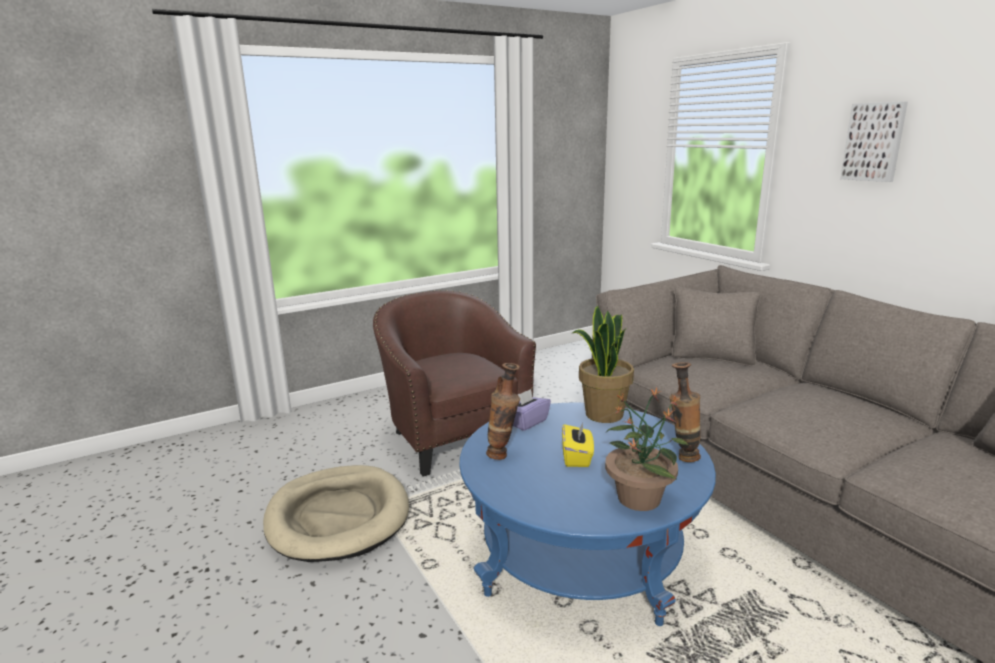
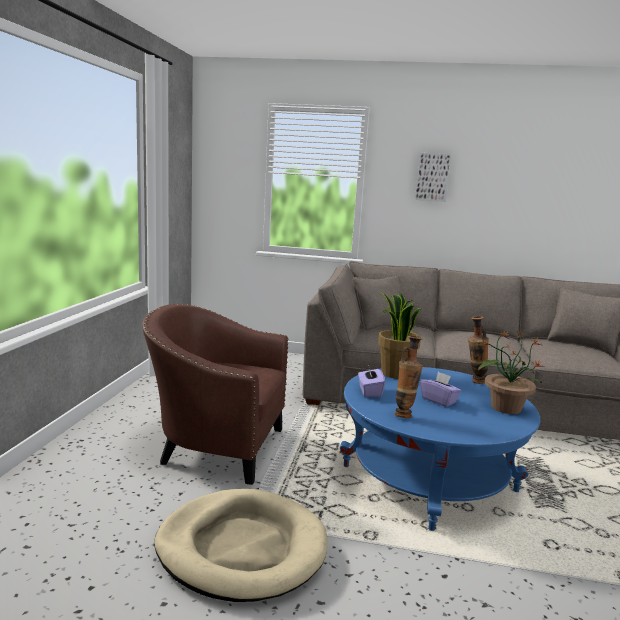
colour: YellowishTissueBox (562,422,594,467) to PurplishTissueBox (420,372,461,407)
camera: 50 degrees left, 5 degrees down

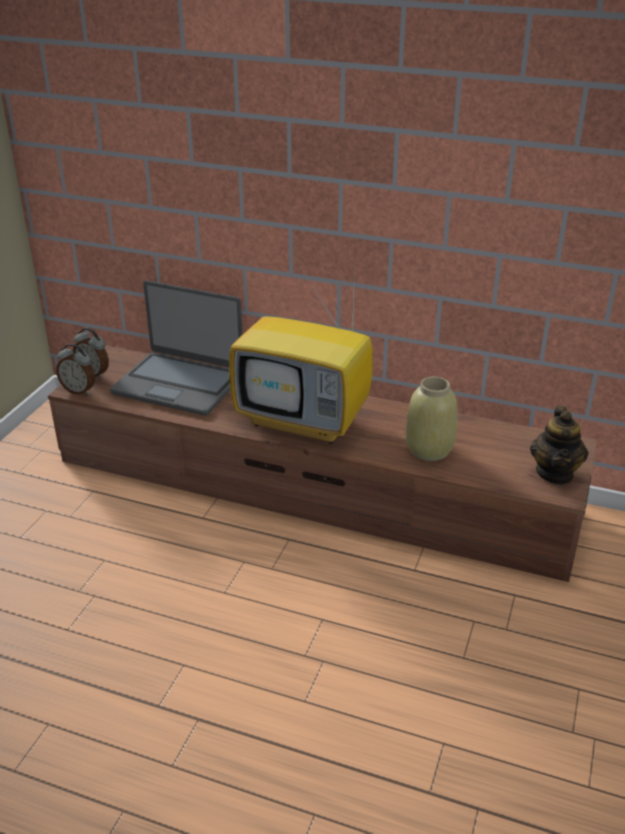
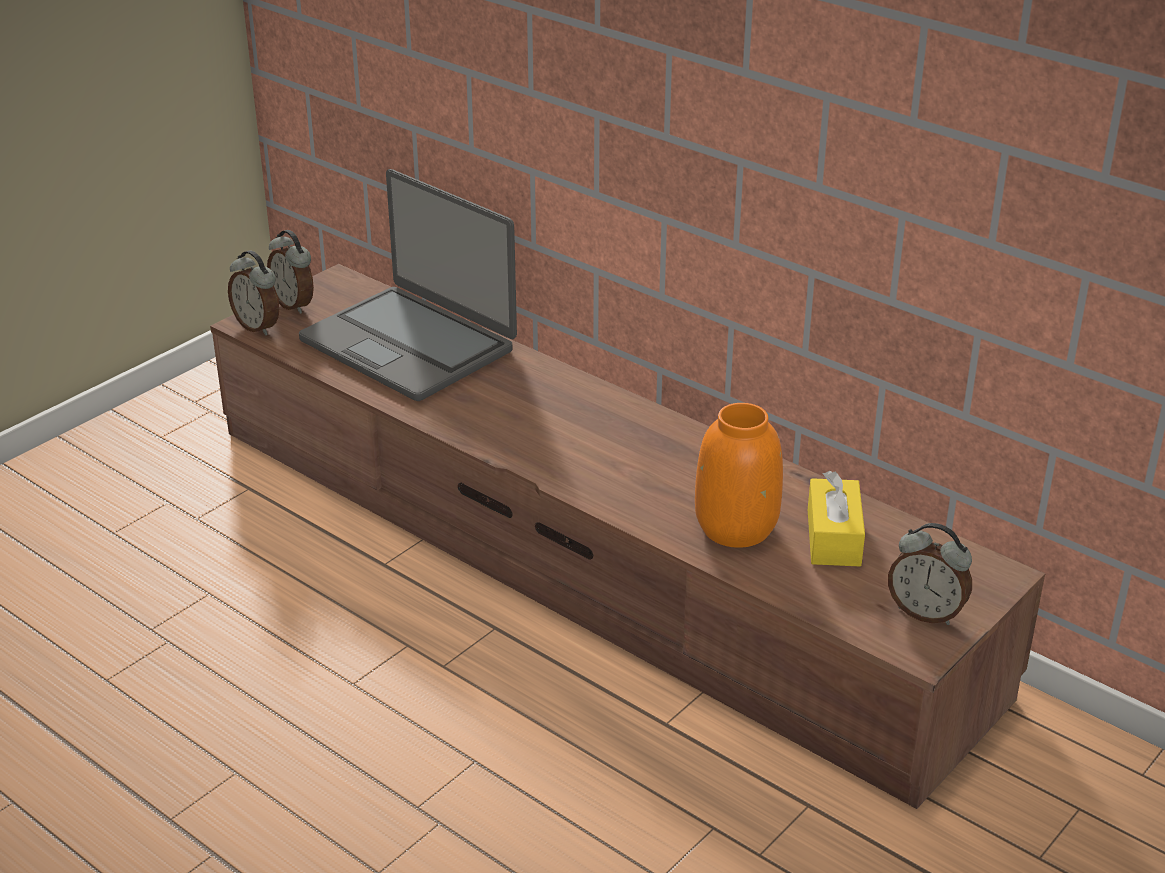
missing: Tv (229,261,373,444)
appeared: YellowishTissueBox (808,471,865,566)
exchanged: Teapot (530,406,588,484) to AlarmClock (888,523,972,625)
colour: BeigeDecorativeVase (406,377,458,461) to OrangeDecorativeVase (695,403,783,548)
camera: 20 degrees right, 0 degrees up

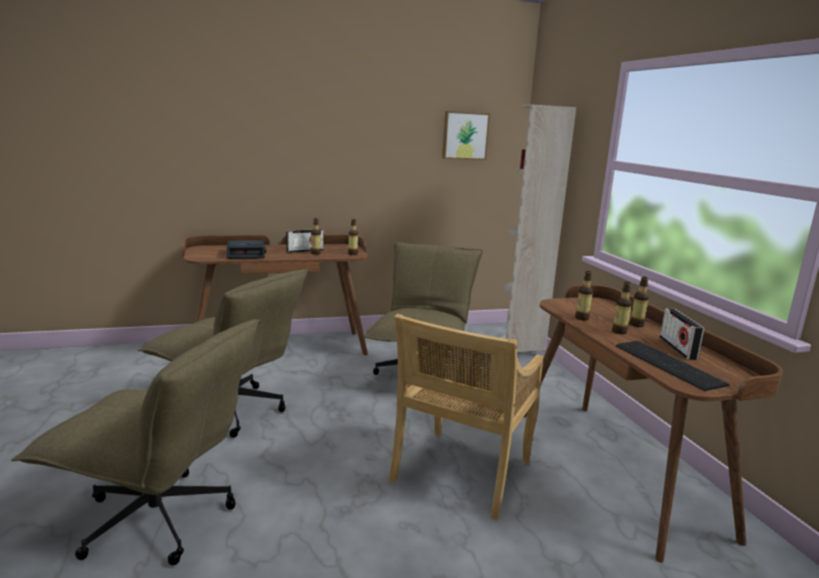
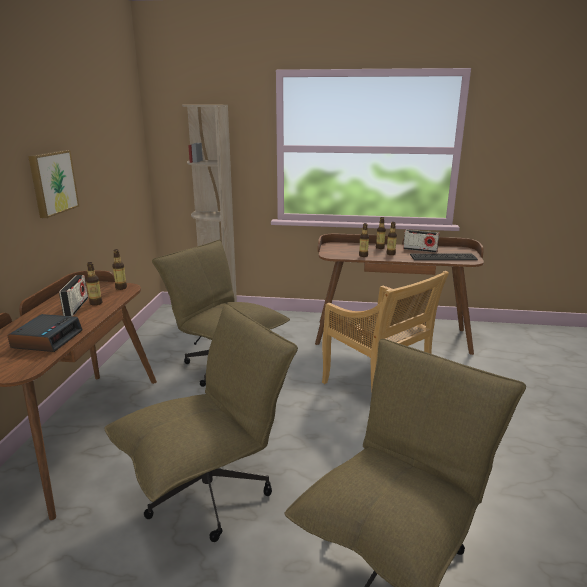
relocated: WallPicture (442,111,490,160) to (28,150,79,218)
camera: 65 degrees left, 5 degrees up

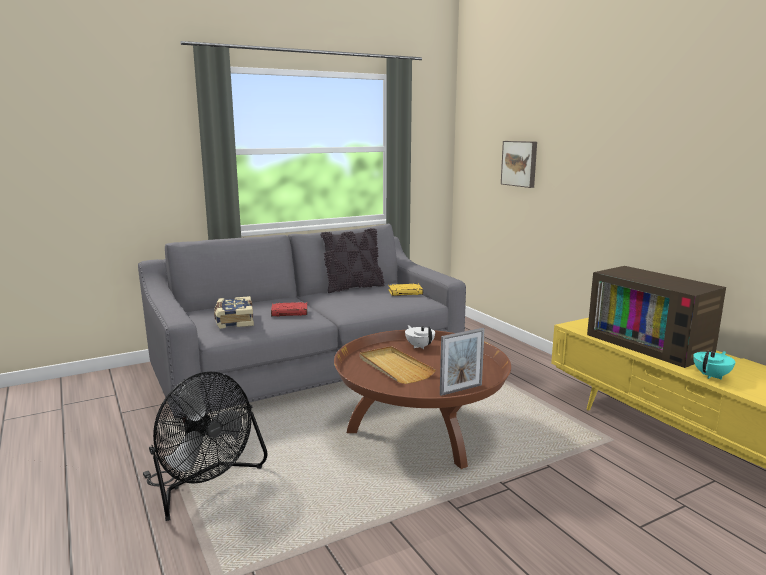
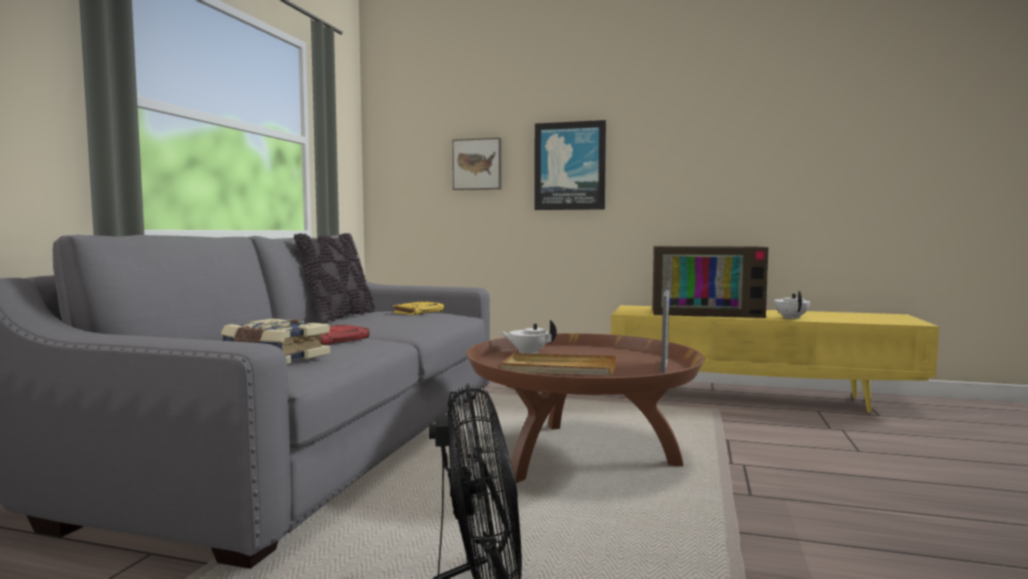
appeared: WallPicture (534,120,606,210)
colour: BlueGreenTeapot (693,351,735,380) to WhiteTeapot (774,291,810,319)
camera: 45 degrees left, 10 degrees down

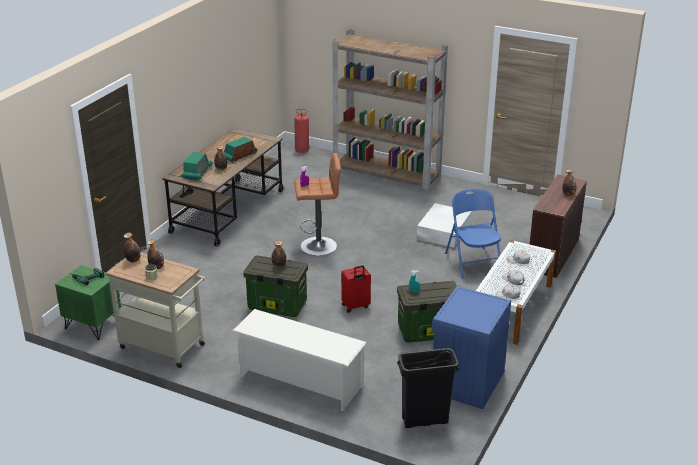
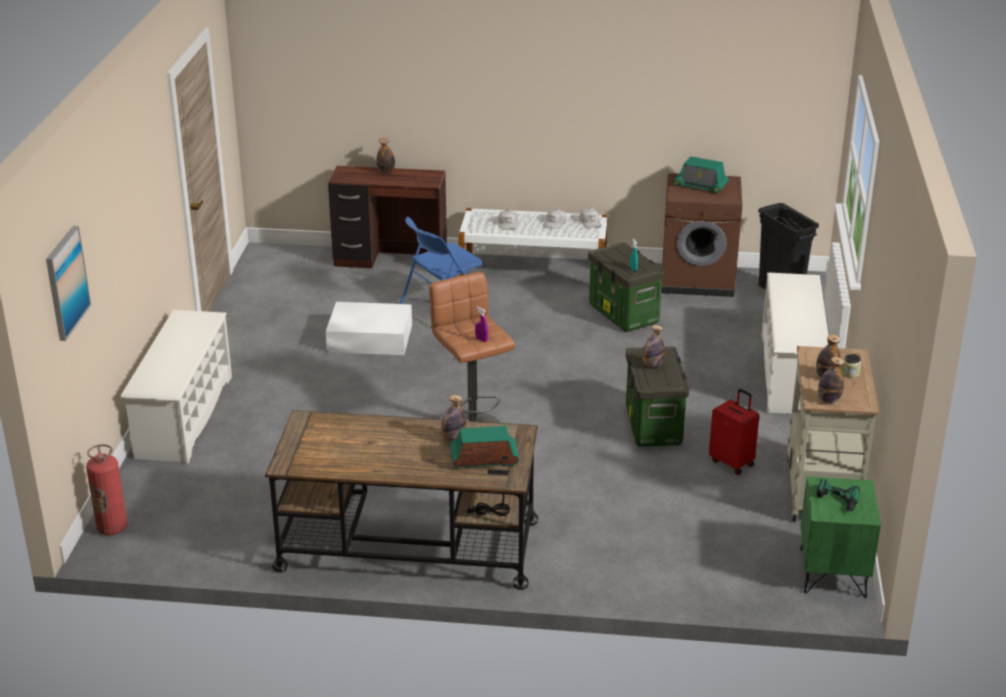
appeared: WallPicture (46,226,91,341)
relocated: RadioReceiver (223,137,257,163) to (674,156,729,194); RedColouredTravelCase (341,265,371,313) to (709,389,759,475)
exchanged: BrownishShelvingUnit (332,29,448,190) to WhiteShoeShelf (121,310,232,464)
colour: BlueLaundryMachine (432,286,511,409) to BrownishLaundryMachine (661,173,742,297)
camera: 110 degrees left, 0 degrees up

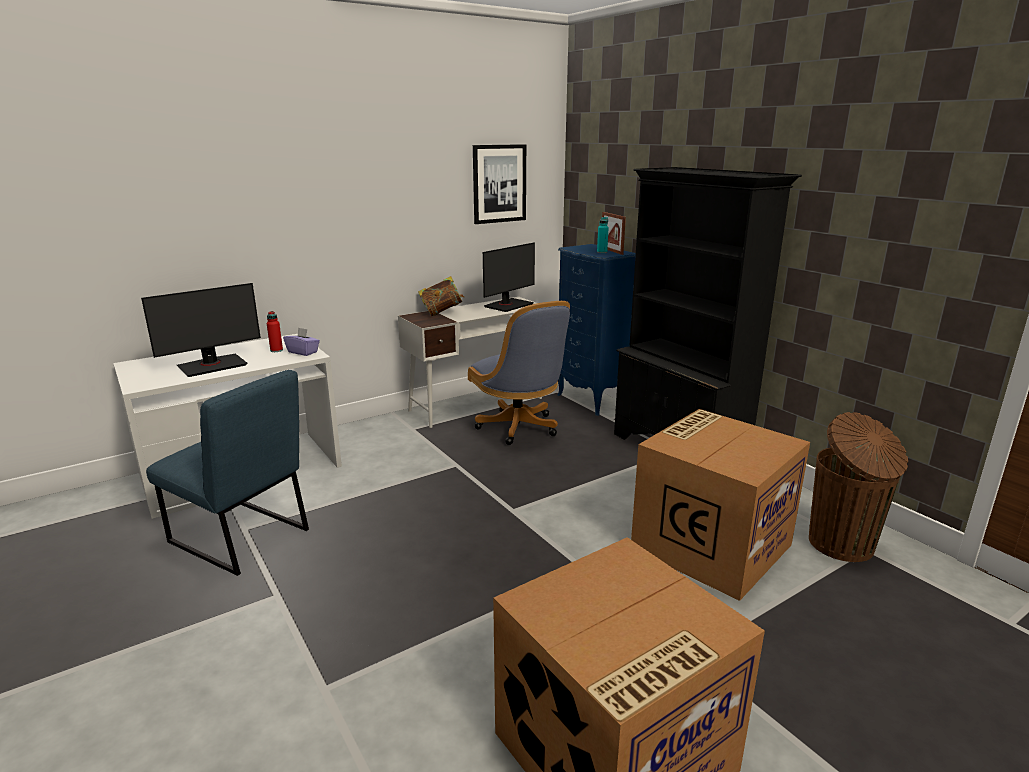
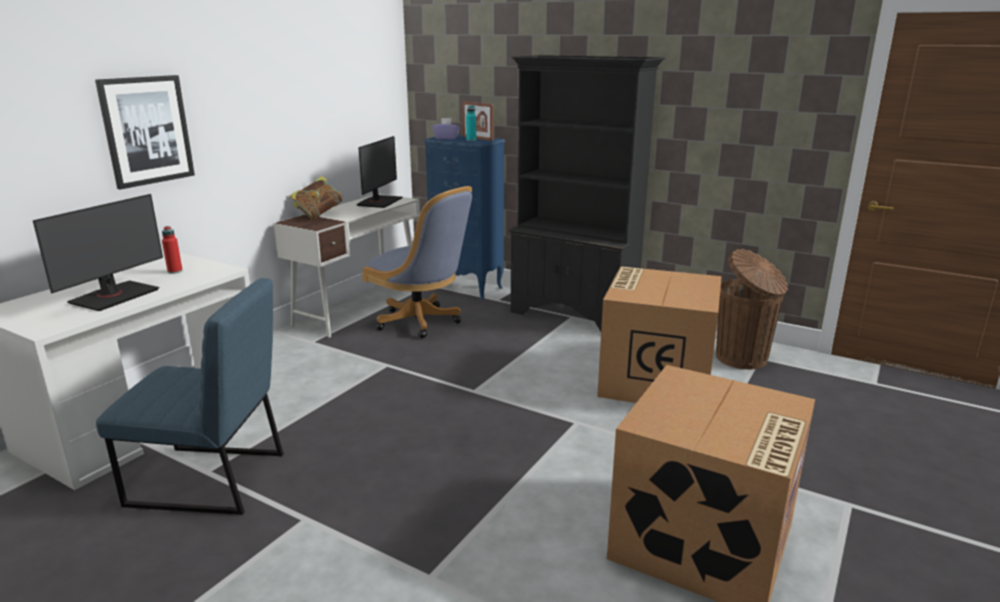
relocated: WallPicture (473,144,526,224) to (95,75,195,189); PurplishTissueBox (283,327,320,356) to (432,118,459,139)
camera: 25 degrees left, 0 degrees up

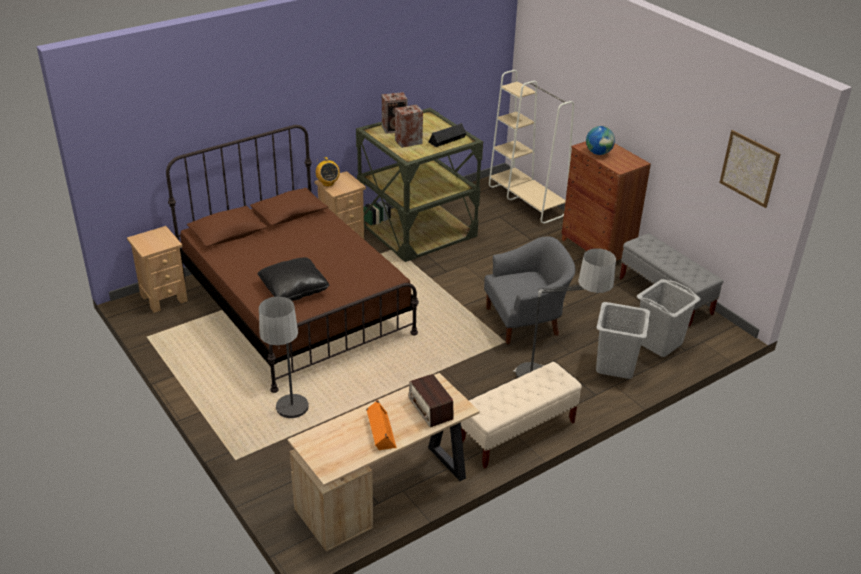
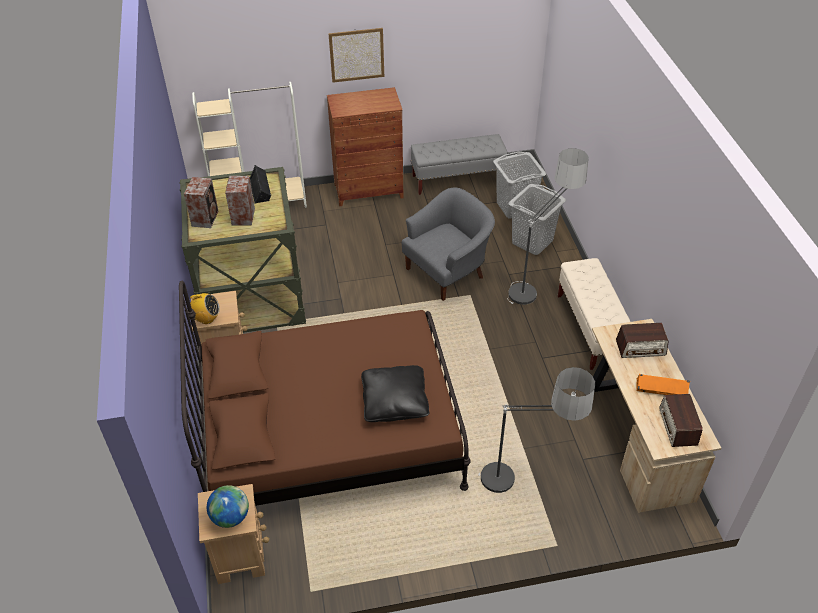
appeared: RadioReceiver (660,394,703,447)
relocated: Globe (586,126,615,155) to (207,485,249,528); WallPicture (719,130,781,208) to (328,28,384,83)
spun: GrayEasyChair (484,236,575,344) = (402,187,495,301) 45 degrees clockwise
camera: 65 degrees left, 10 degrees up

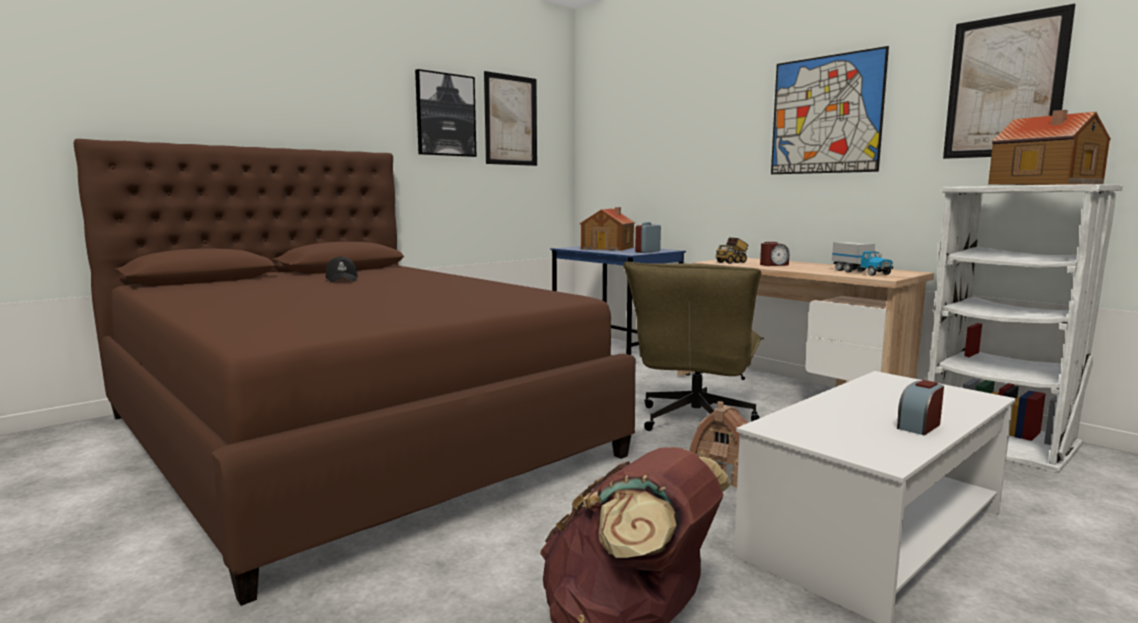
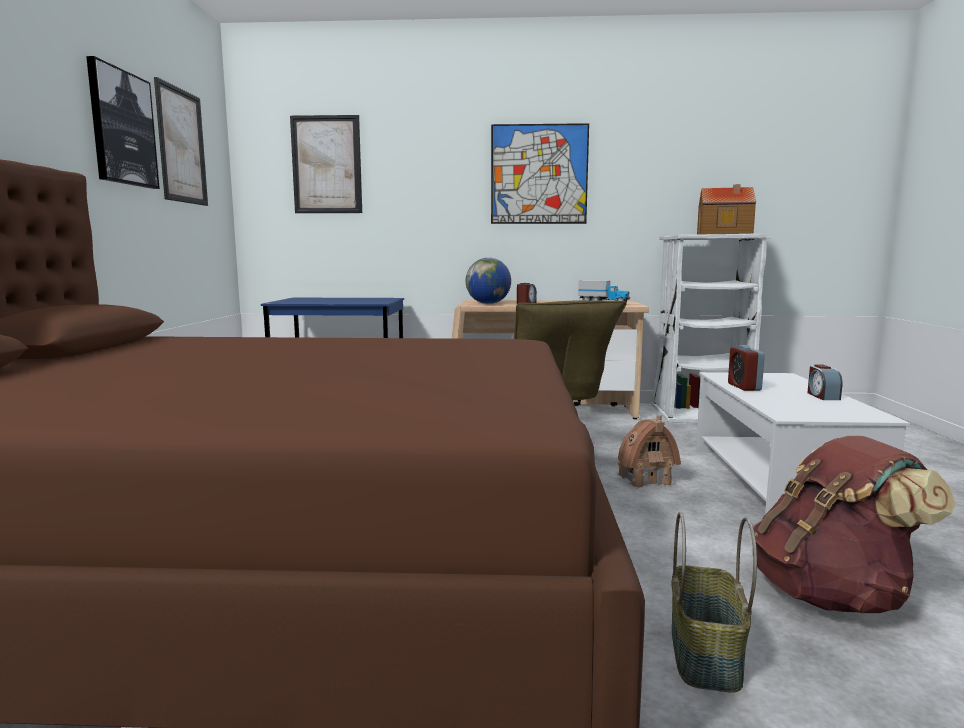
missing: ToyHouse (580,207,635,251); BlackCap (325,256,358,283)
appeared: StorageBasket (671,512,757,693)
relocated: WallPicture (943,4,1075,159) to (290,115,362,213); AlarmClock (635,222,661,253) to (728,345,765,391)
exchanged: ToyTruck (716,238,748,264) to Globe (466,258,511,304)
camera: 45 degrees left, 0 degrees up

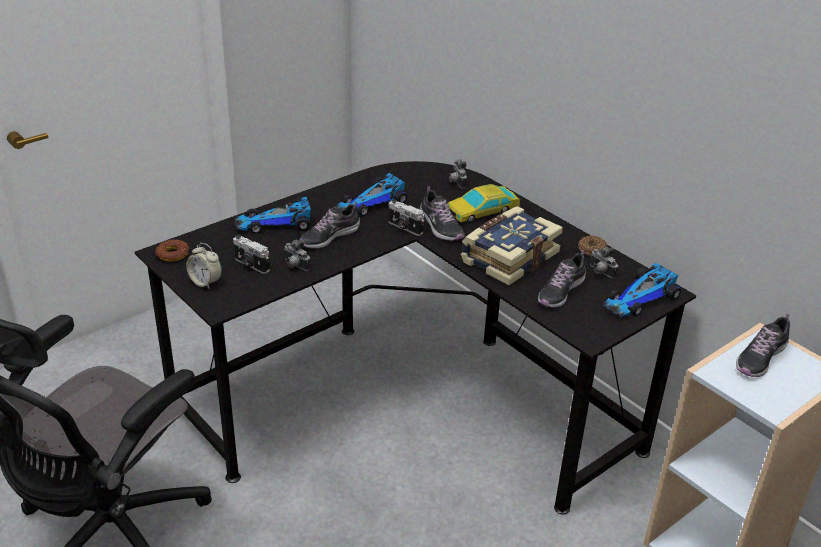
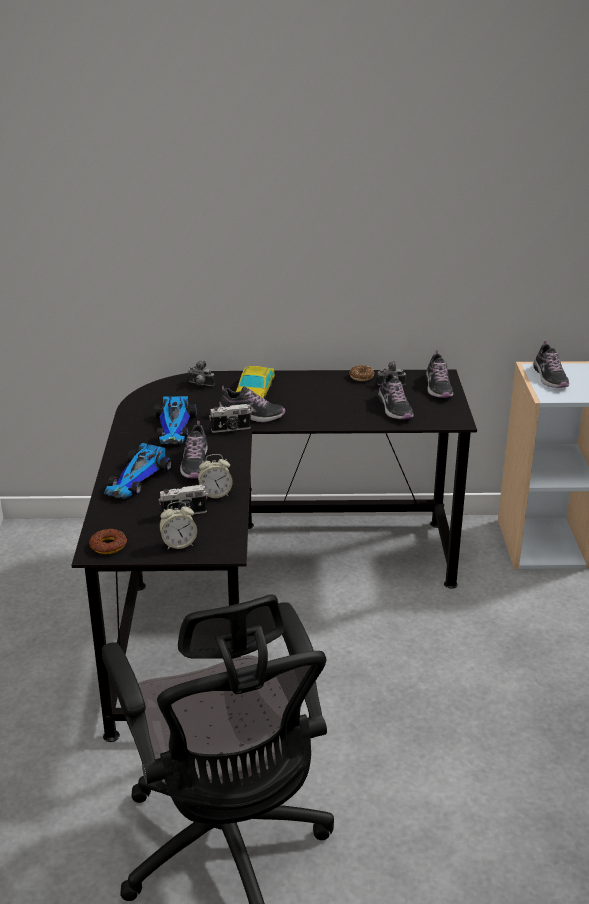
missing: BoundBook (461,206,563,285)
exchanged: PhotoCamera (284,239,311,271) to AlarmClock (198,454,233,498); ModelCar (603,263,681,317) to Shoe (425,350,453,398)
camera: 50 degrees left, 5 degrees down

